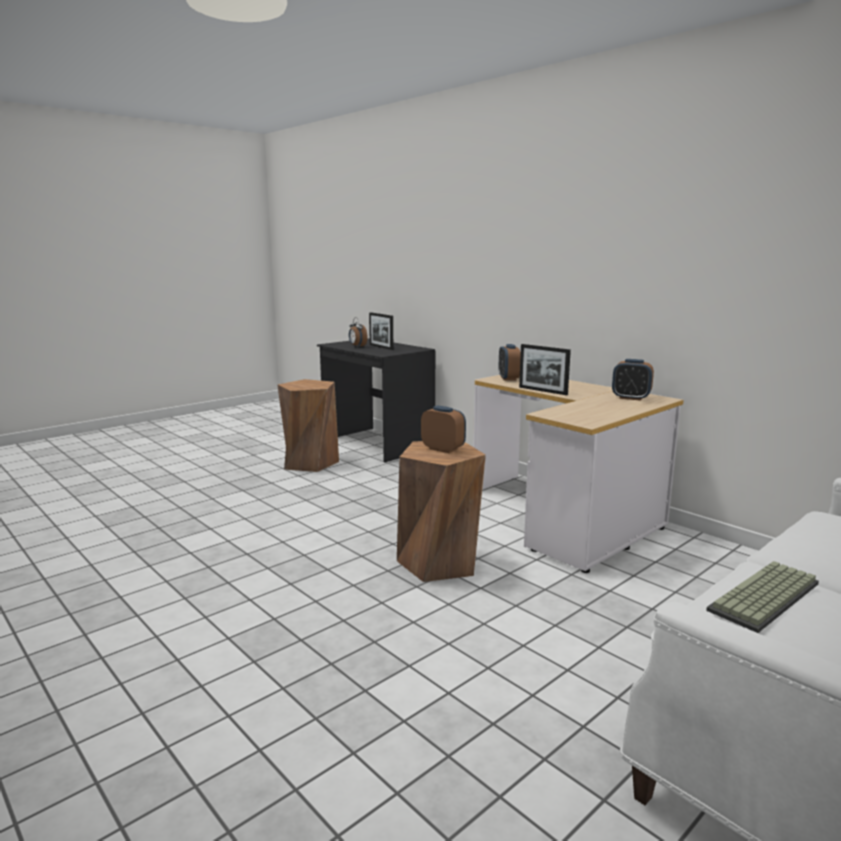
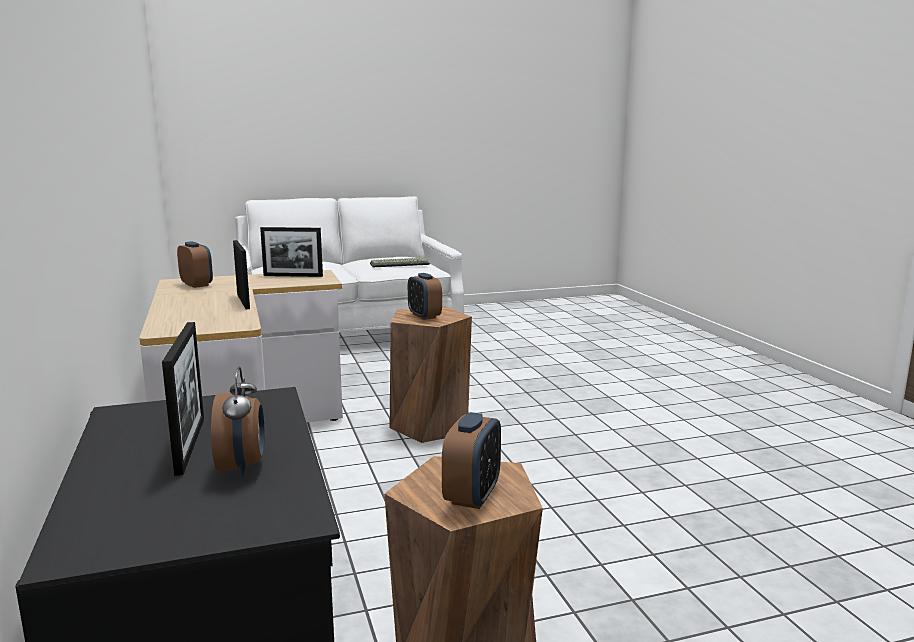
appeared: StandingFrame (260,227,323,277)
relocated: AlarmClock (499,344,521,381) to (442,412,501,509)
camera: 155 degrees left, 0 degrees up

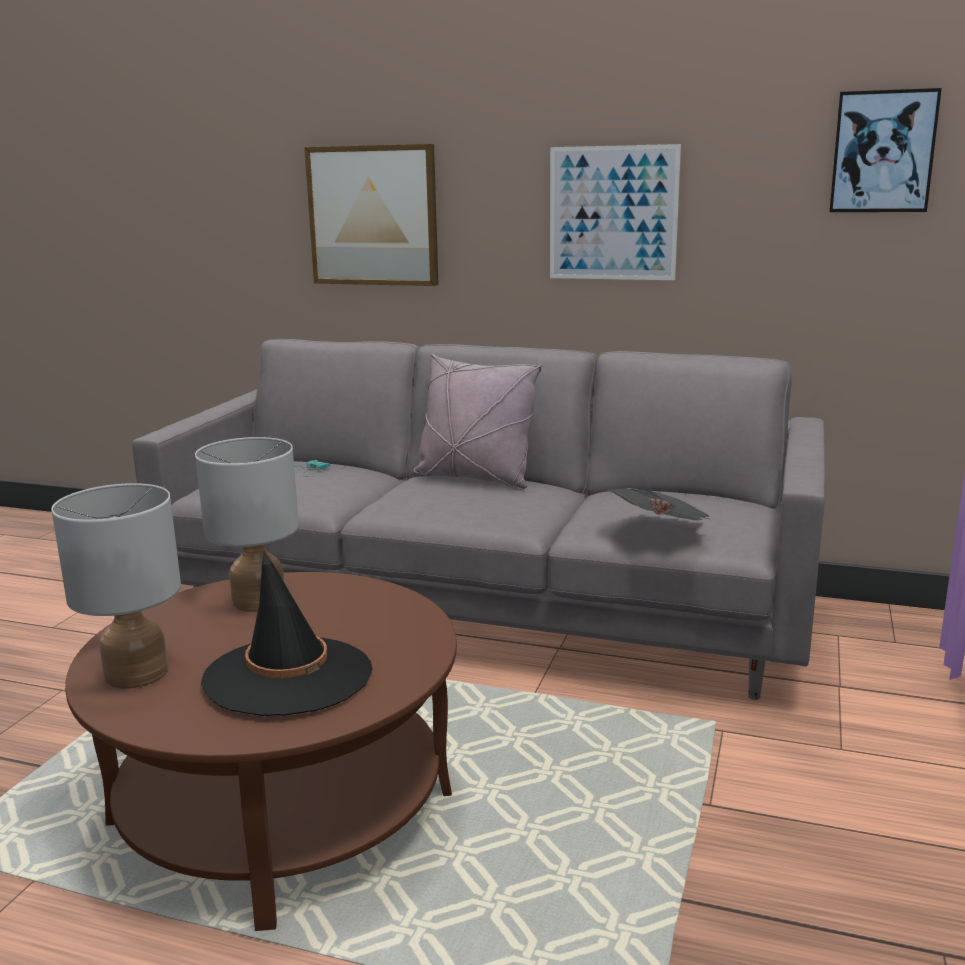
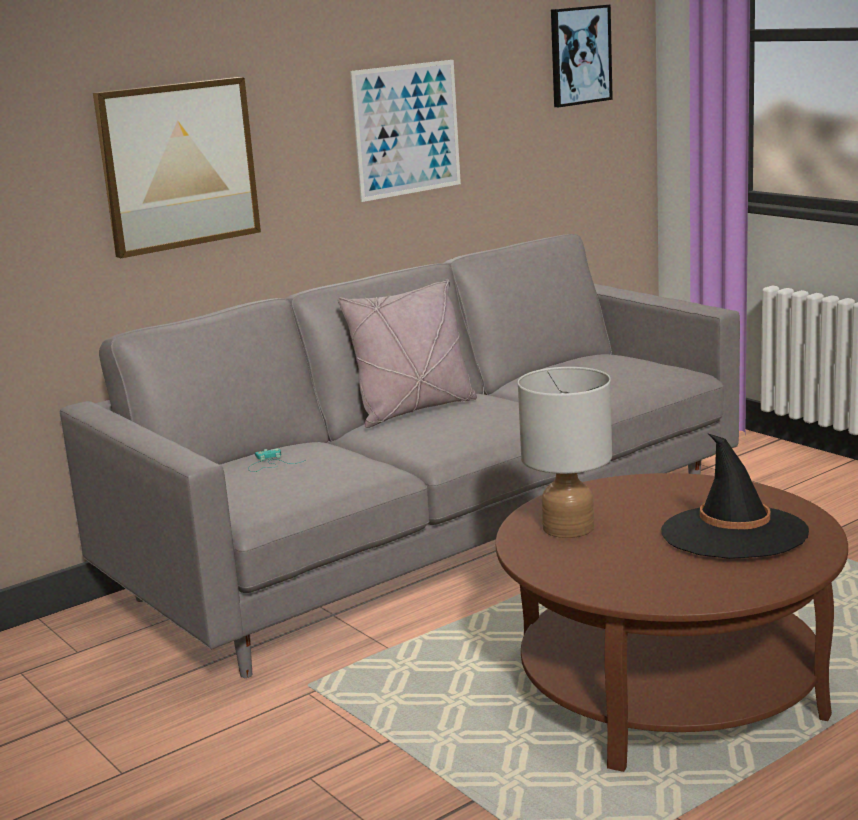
missing: GrayTabletopLamp (51,483,181,689); DailyPaper (607,489,710,520)
camera: 55 degrees left, 0 degrees up

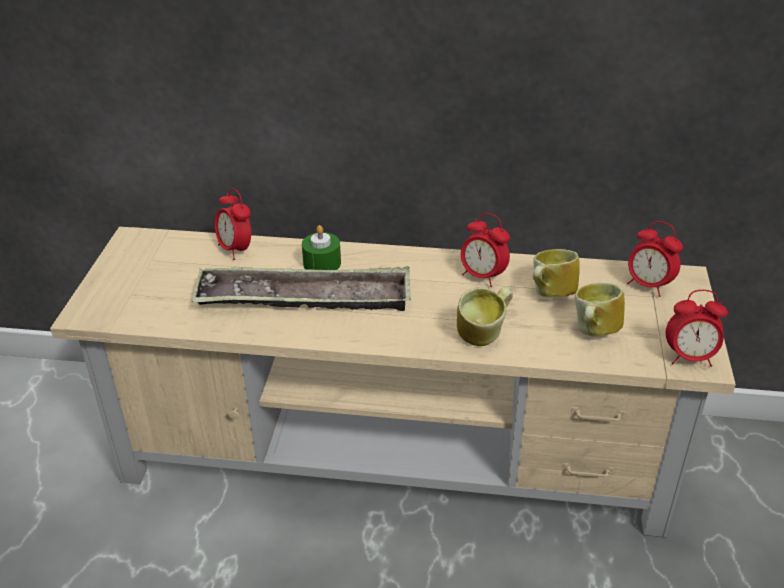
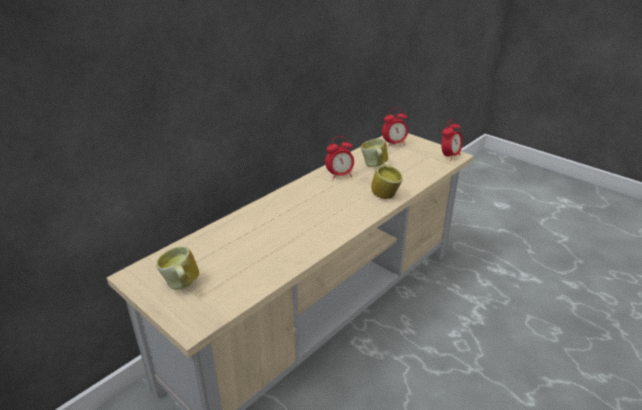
missing: AlarmClock (215,188,251,260); GreenishCandle (302,225,341,270); ServingTray (192,266,411,311)
relocated: TeaMug (575,283,625,336) to (156,246,199,290)
camera: 55 degrees left, 5 degrees down

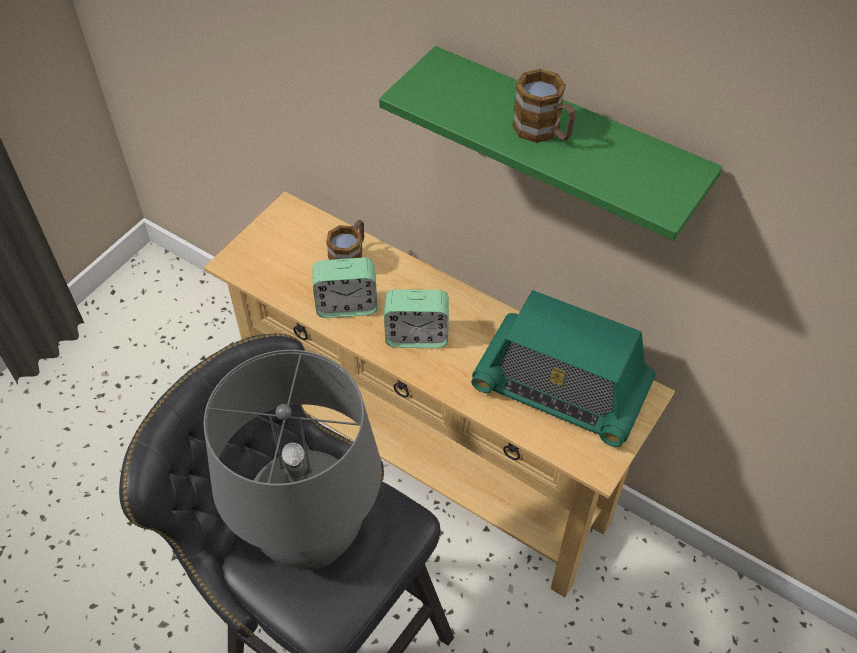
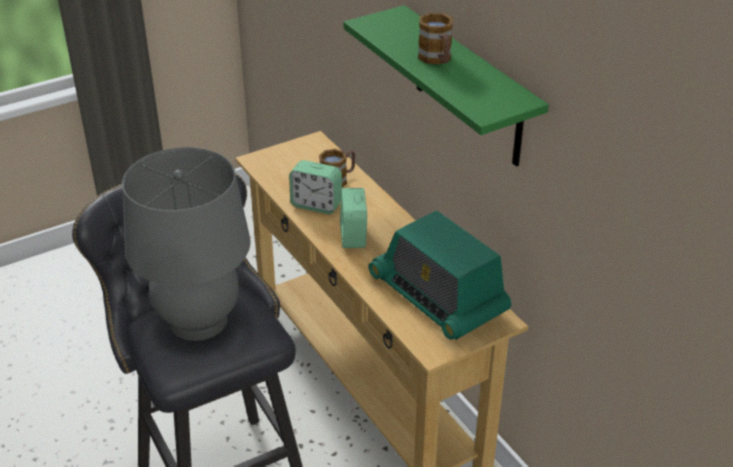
spun: AlarmClock (384,289,449,348) = (340,188,367,248) 60 degrees clockwise
camera: 25 degrees right, 15 degrees down

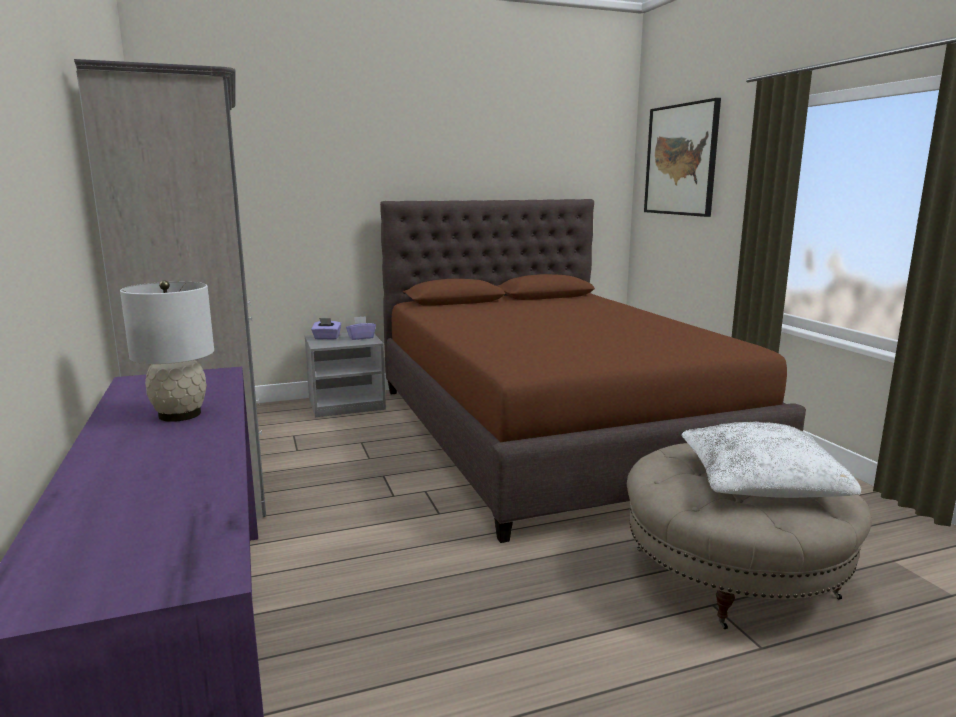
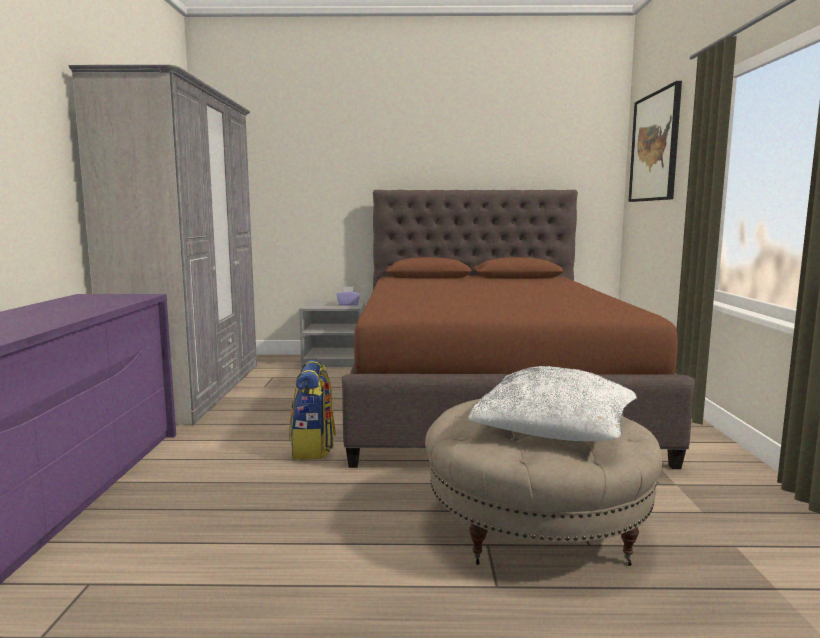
missing: WhiteTabletopLamp (120,280,214,422); PurplishTissueBox (311,318,341,340)
appeared: Knapsack (289,360,336,460)
camera: 20 degrees right, 5 degrees down

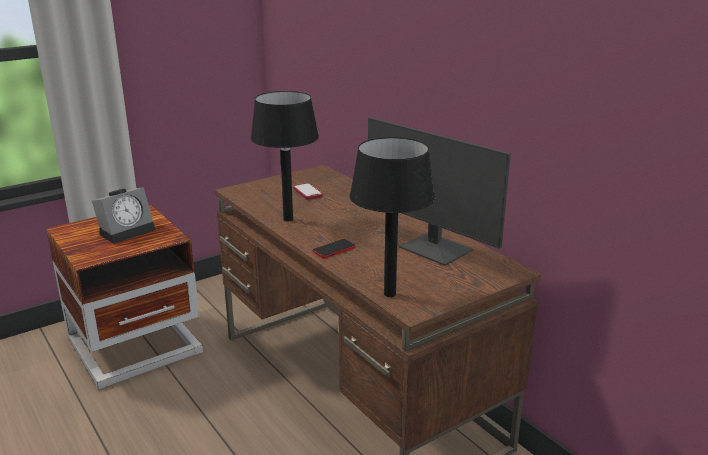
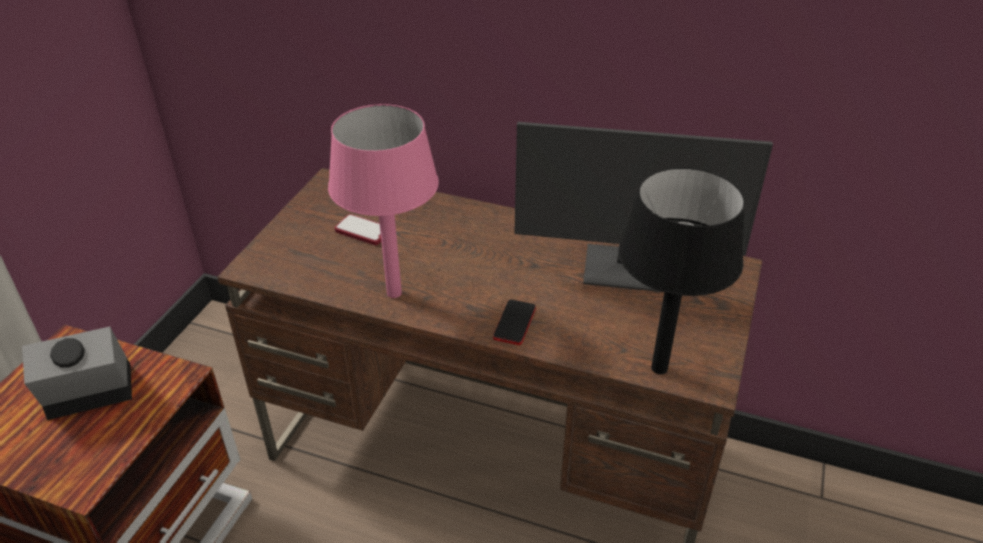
colour: BlackTabletopLamp (250,91,319,221) to PinkColouredTabletopLamp (328,104,439,298)
spun: AlarmClock (92,187,155,244) = (22,327,132,420) 120 degrees counterclockwise
camera: 35 degrees left, 15 degrees up

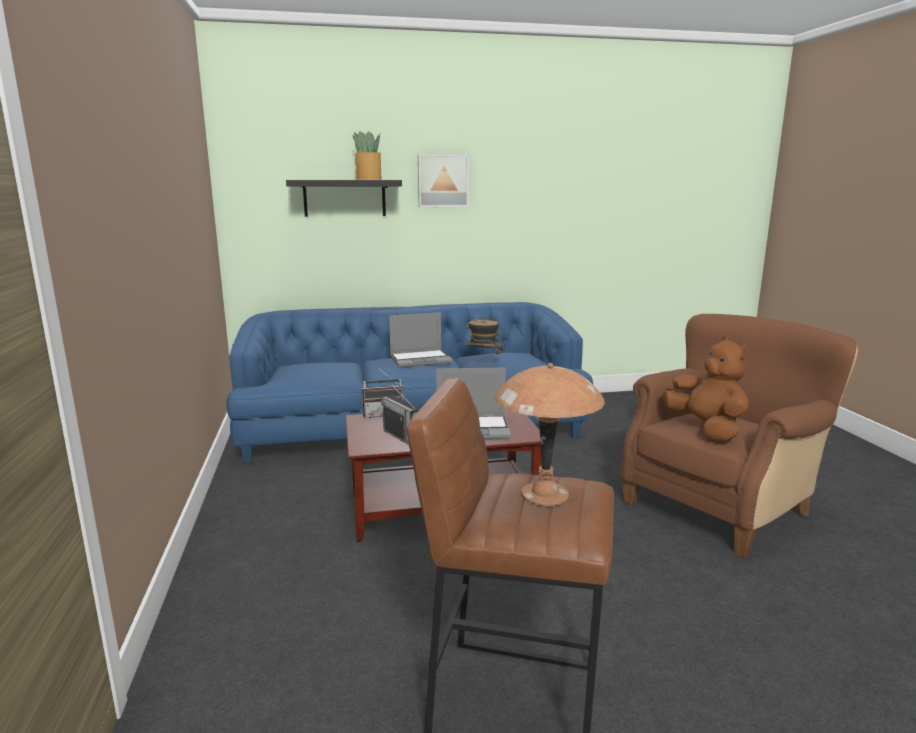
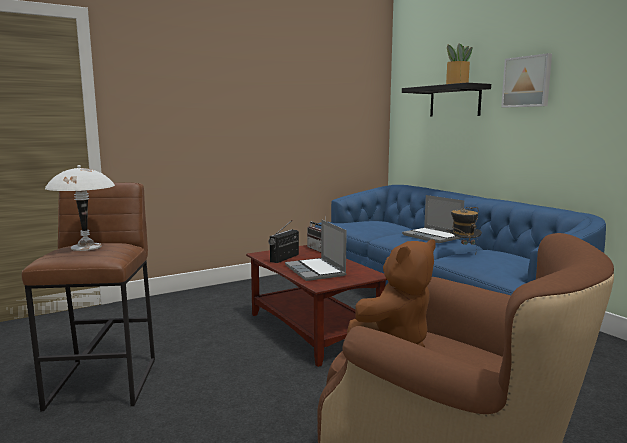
colour: BrownishTabletopLamp (494,363,605,506) to WhiteTabletopLamp (45,165,115,251)
camera: 70 degrees right, 5 degrees down

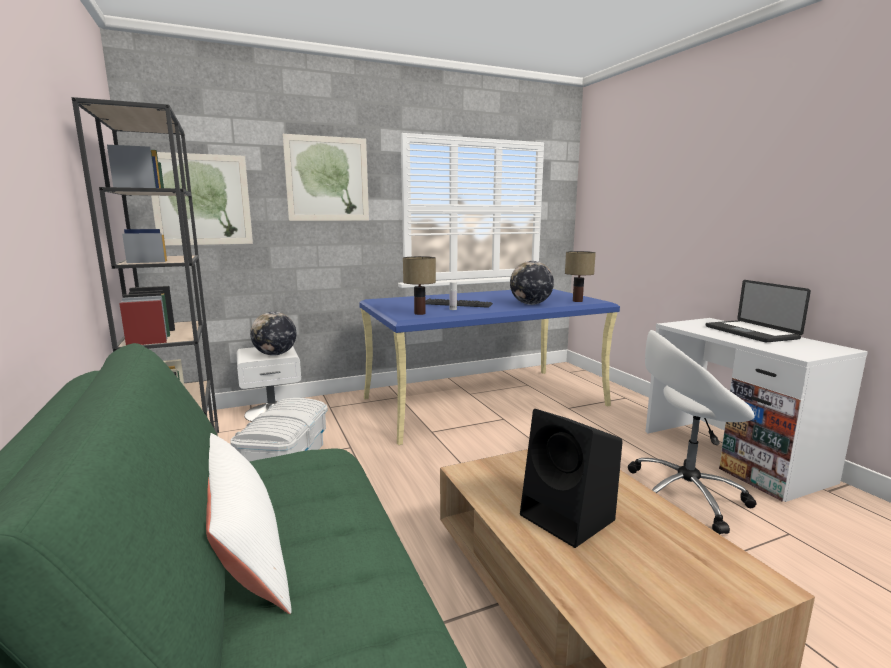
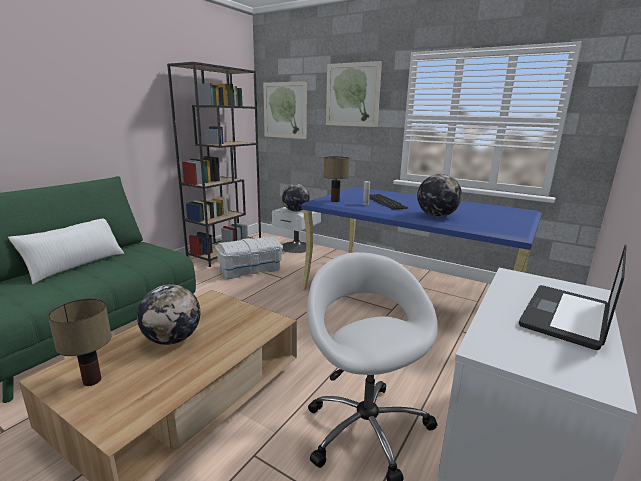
relocated: TabletopLamp (565,251,596,302) to (48,298,111,386)
exchanged: BlackLoudspeaker (520,409,623,548) to Globe (137,284,200,345)
camera: 55 degrees right, 5 degrees up

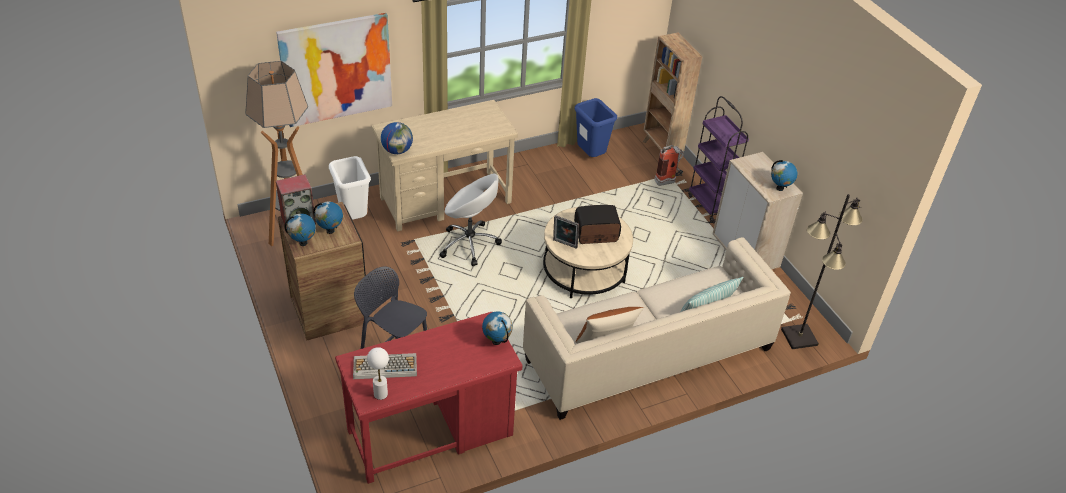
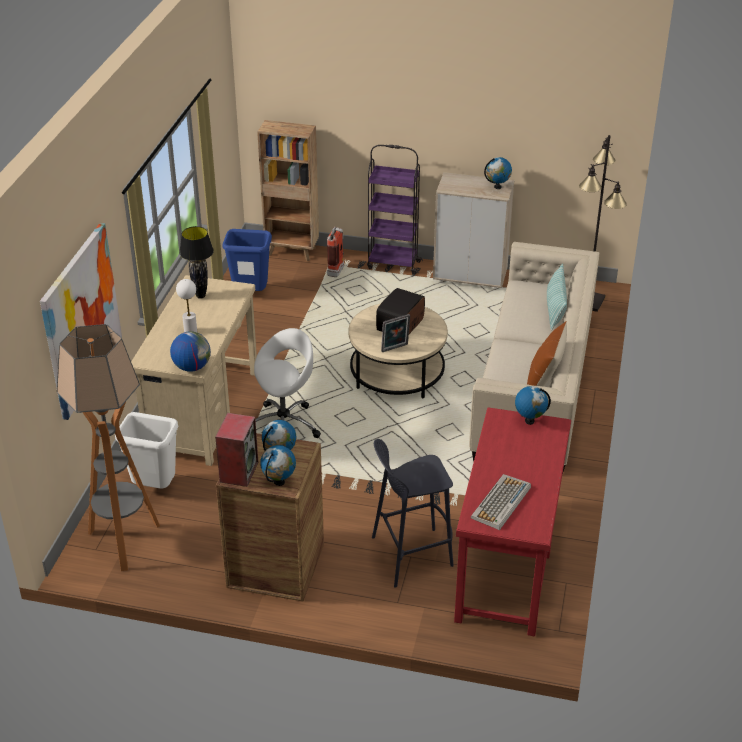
appeared: BlackTabletopLamp (179,226,214,299)
relocated: WhiteTabletopLamp (367,347,389,400) to (176,279,197,332)
camera: 50 degrees left, 5 degrees down

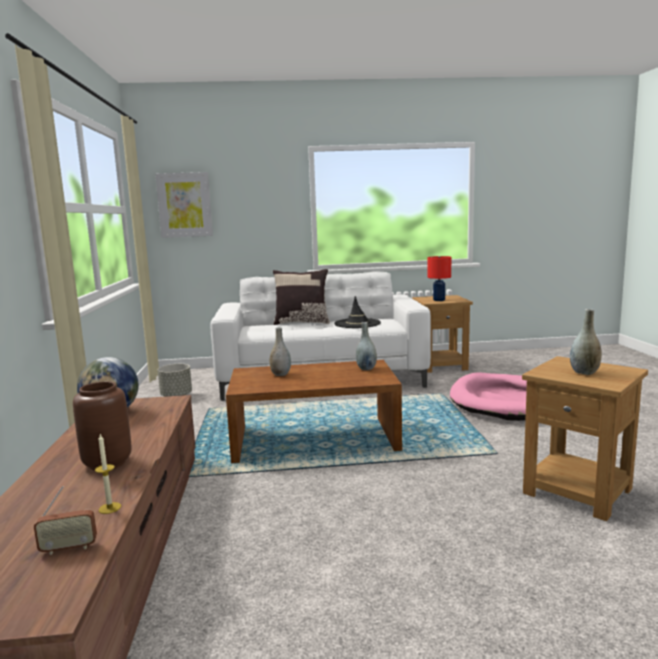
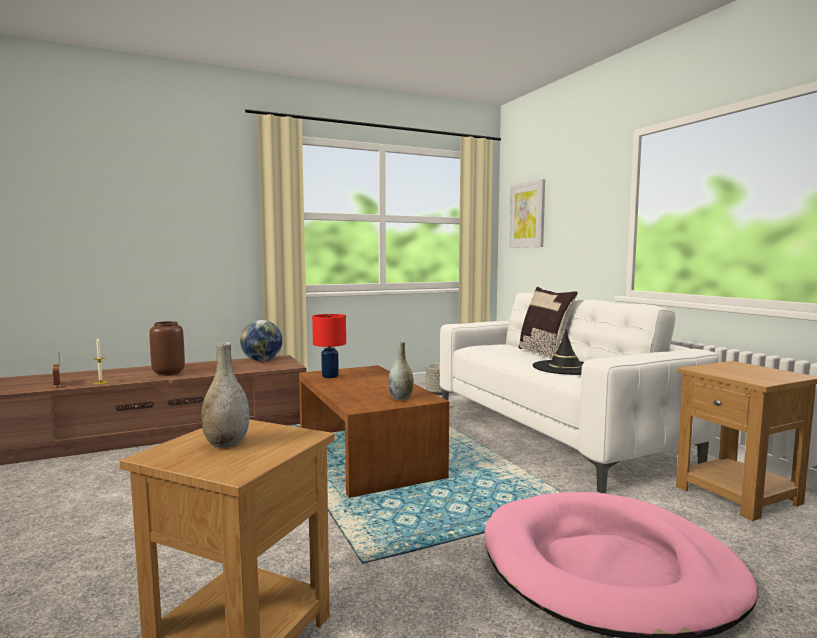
missing: GrayDecorativeVase (269,327,291,376)
relocated: RedColouredTabletopLamp (427,256,451,301) to (312,314,346,378)
camera: 70 degrees right, 5 degrees down

